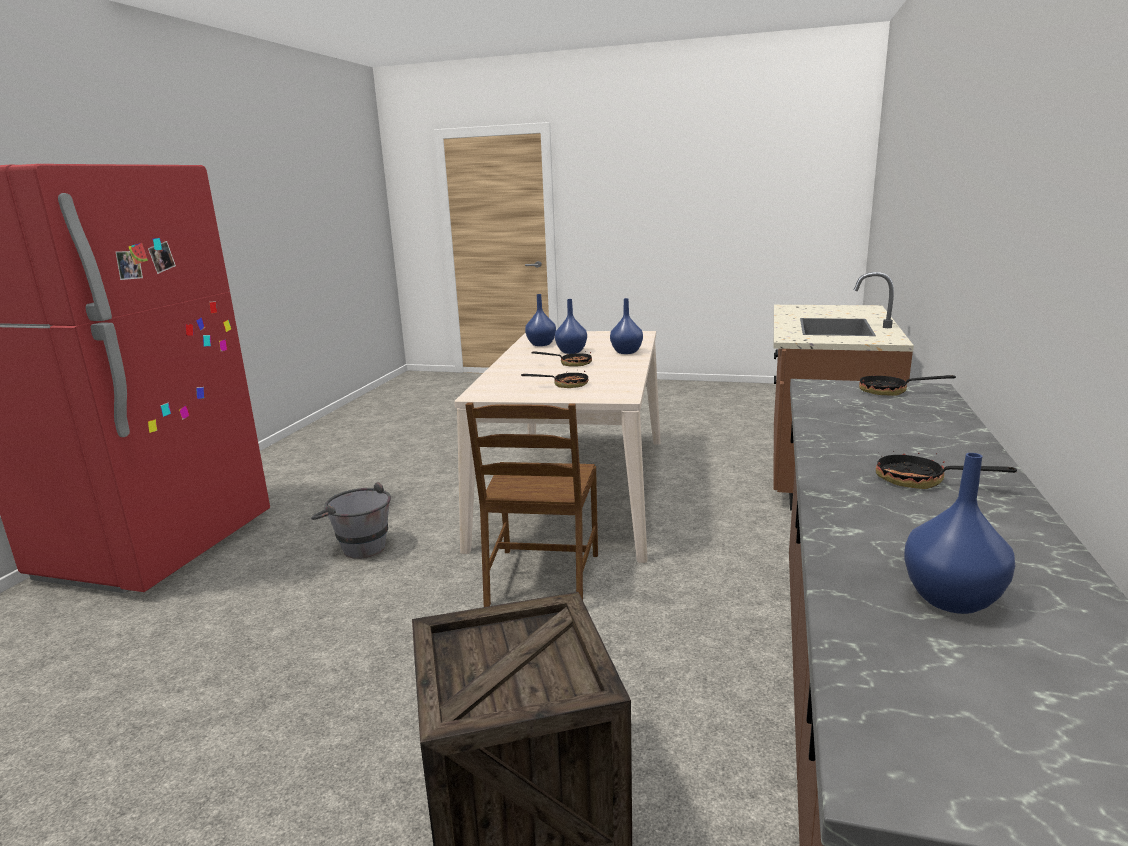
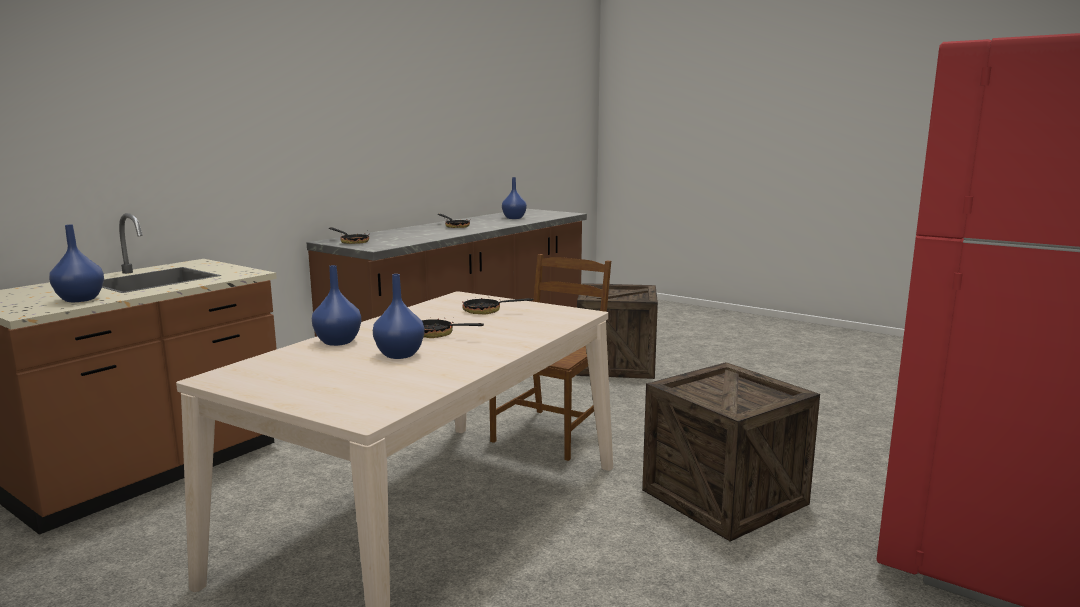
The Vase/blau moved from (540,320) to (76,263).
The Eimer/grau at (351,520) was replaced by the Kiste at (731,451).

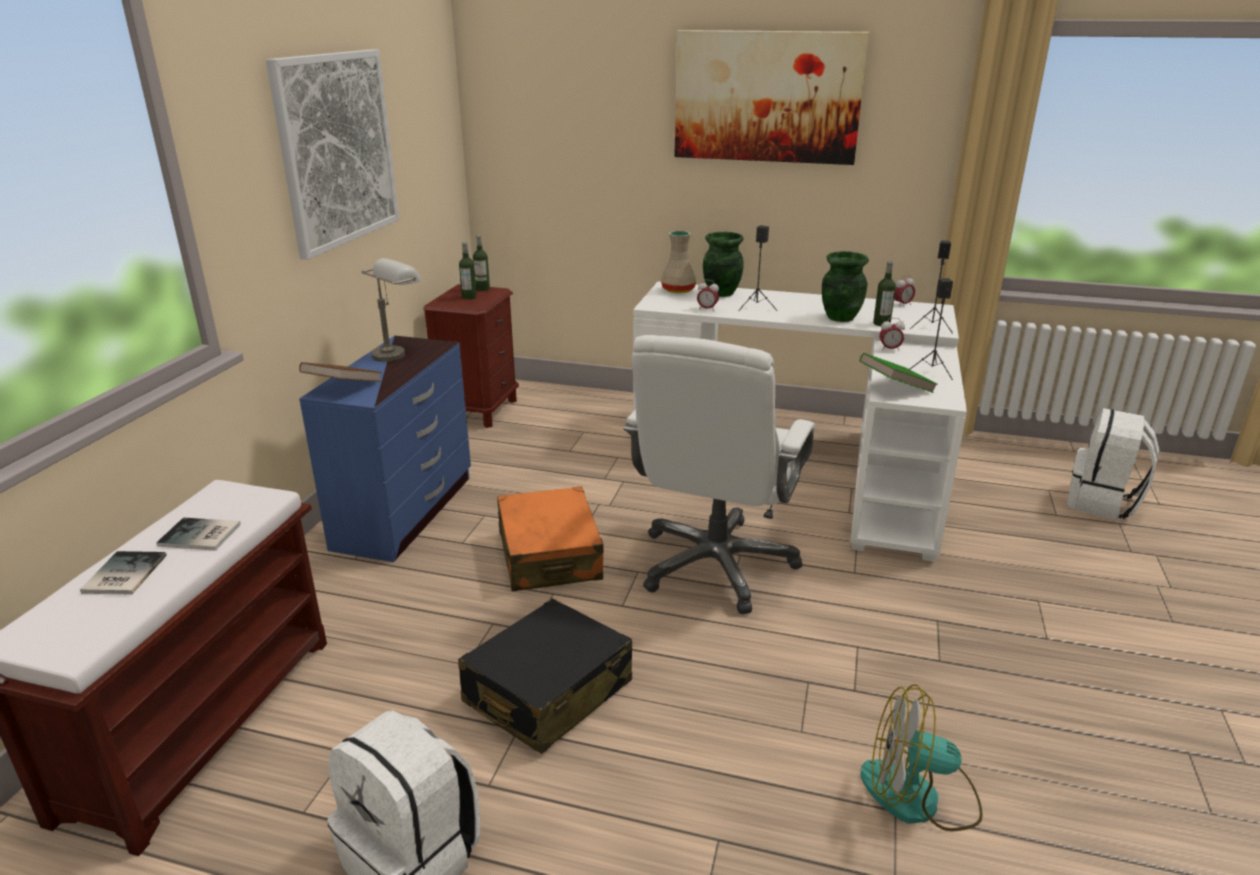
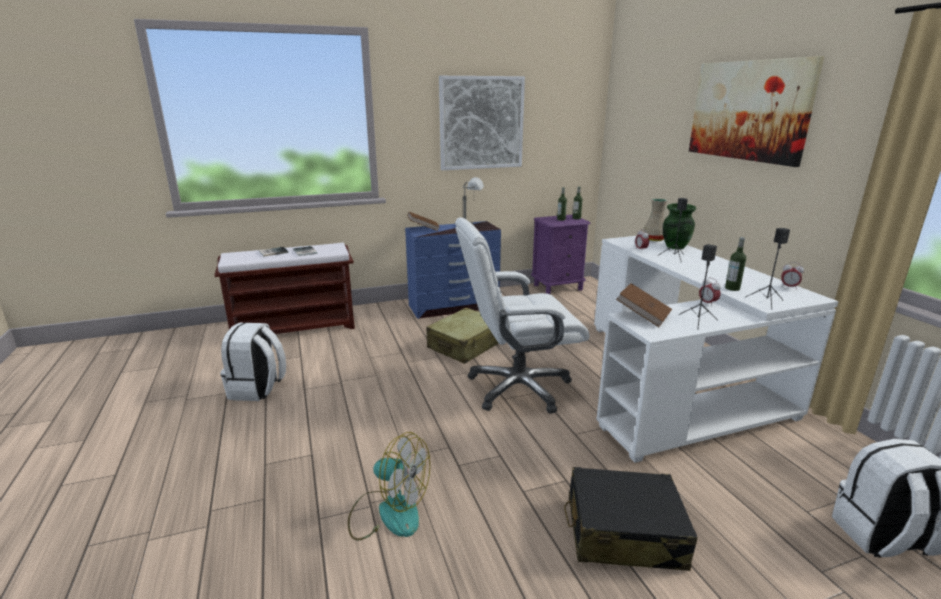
The Ventilator at (921,758) turned 135 degrees clockwise.
The Koffer/orange at (550,538) became the Koffer/beige at (462,336).
The Nachttisch/braun at (471,356) became the Nachttisch/lila at (560,254).
The Koffer/schwarz moved from (545,676) to (631,519).
The Buch/grün at (899,373) became the Buch/braun at (644,305).
The Vase/grün at (845,286) disappeared.

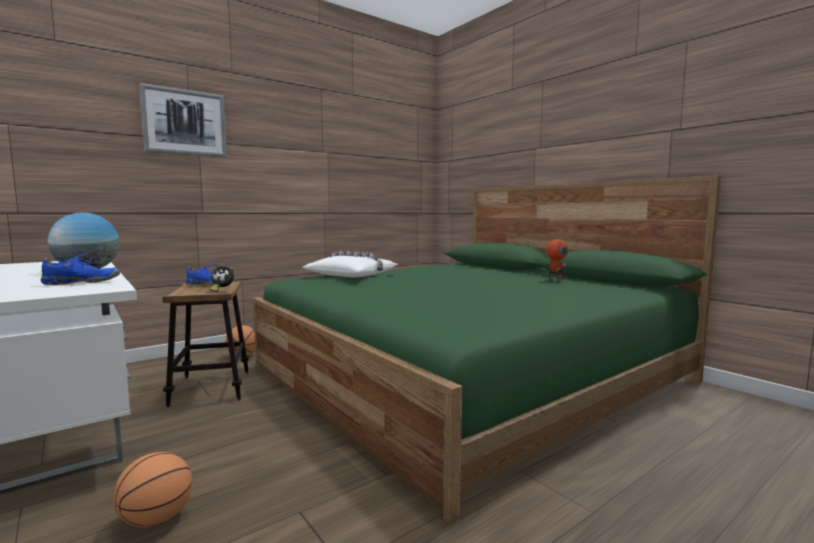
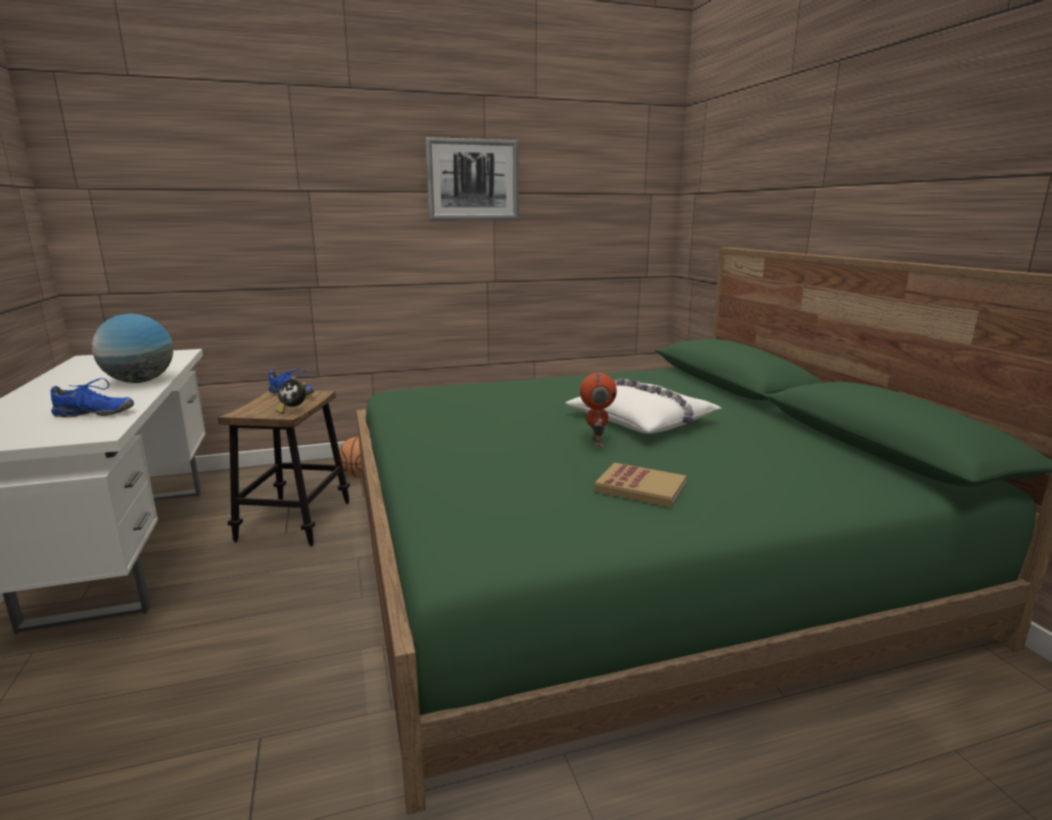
The Bild moved from (183,120) to (472,178).
The Kissen/weiß moved from (350,264) to (643,406).
The Spielzeugroboter moved from (557,259) to (598,410).
The Buch at (640,485) appeared.
The Basketball at (152,489) disappeared.

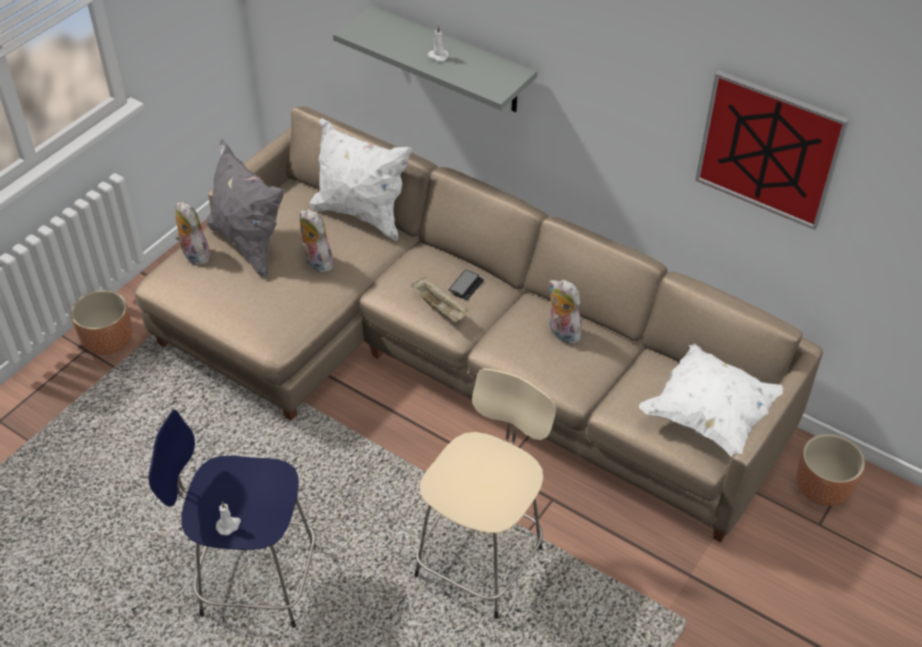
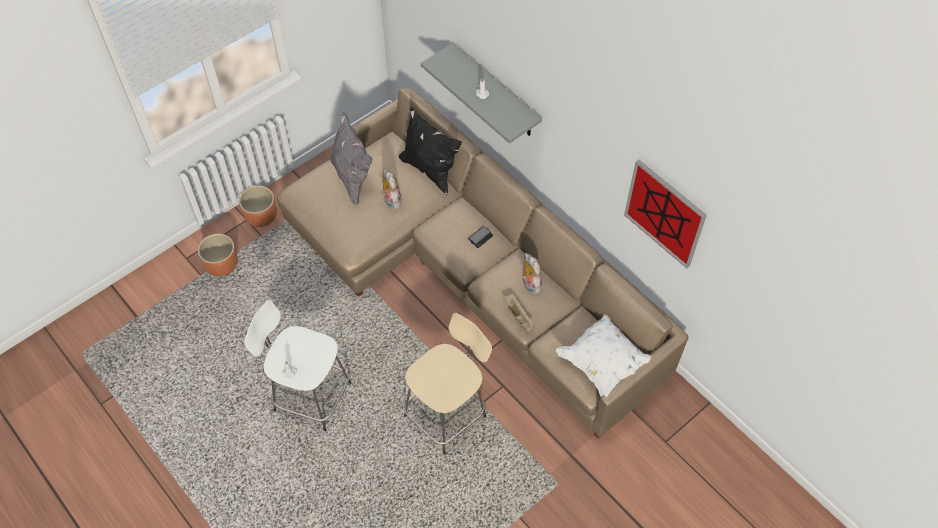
The Pflanzkübel/braun moved from (830,470) to (218,255).
The Hocker/blau at (232,519) became the Hocker/weiß at (297,366).
The Kissen/weiß at (361,179) became the Kissen/schwarz at (430,151).
The Tablett/beige moved from (439,300) to (518,314).
The Plüschtier at (192,233) disappeared.

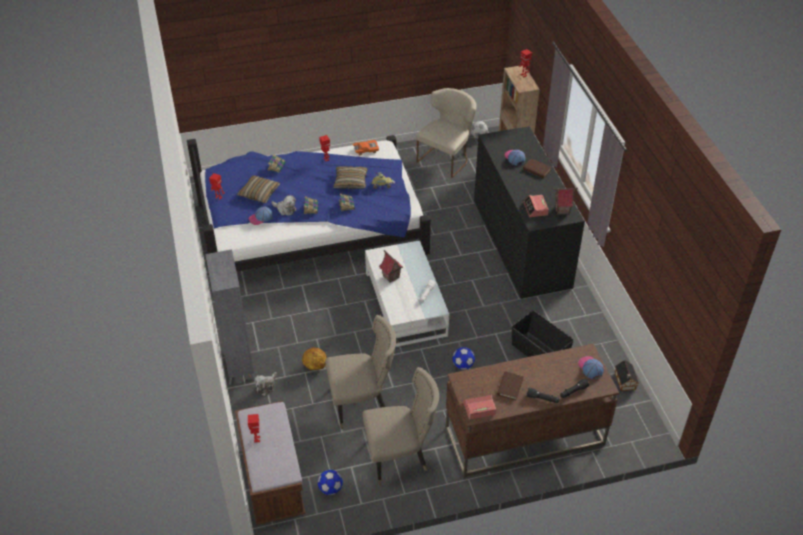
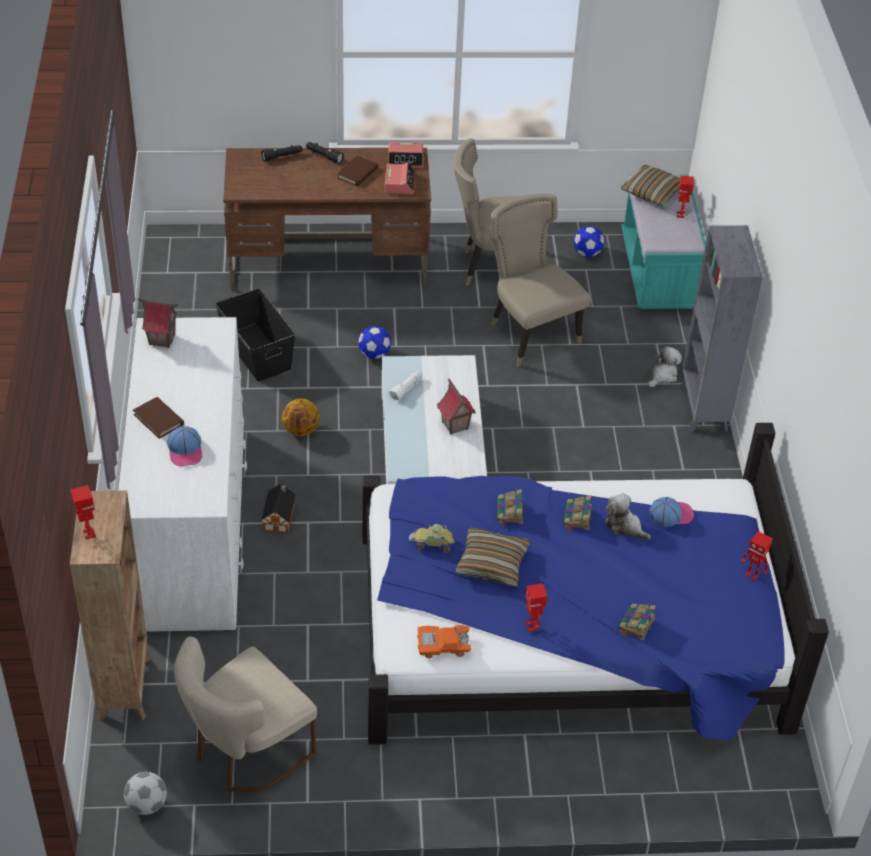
The Kommode/schwarz at (529,212) became the Kommode/weiß at (182,474).
The Spielzeughaus moved from (627,375) to (278,508).
The Basketball moved from (314,358) to (300,417).
The Wecker moved from (536,206) to (400,178).
The Stuhl/beige at (361,372) turned 60 degrees clockwise.
The Kissen moved from (258,189) to (650,185).
The Bank/braun at (270,463) became the Bank/türkis at (663,241).
The Kappe at (591,367) disappeared.

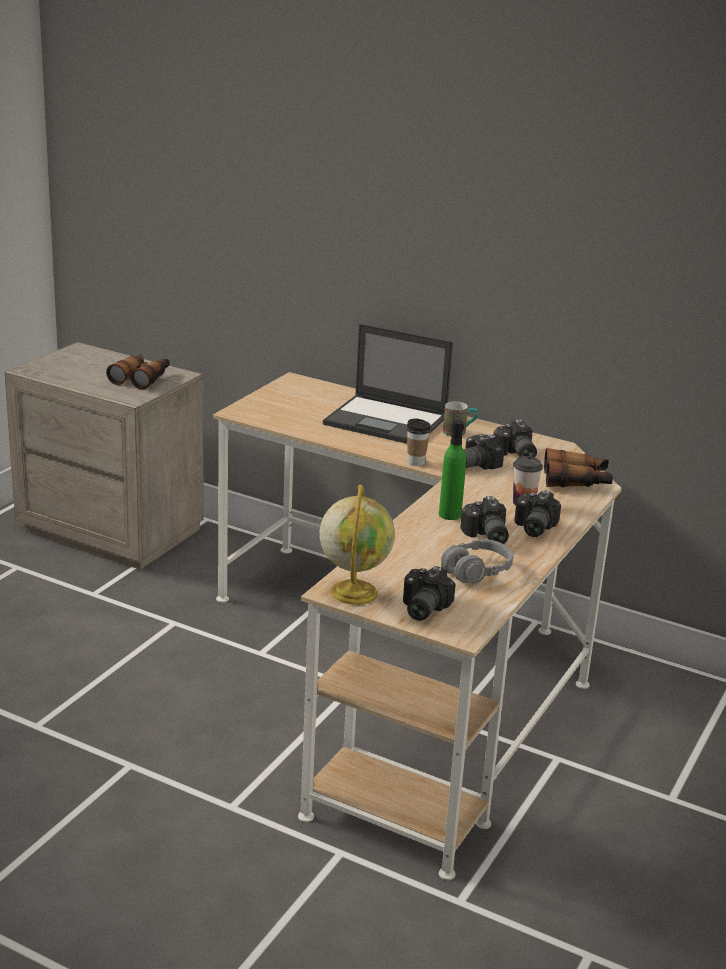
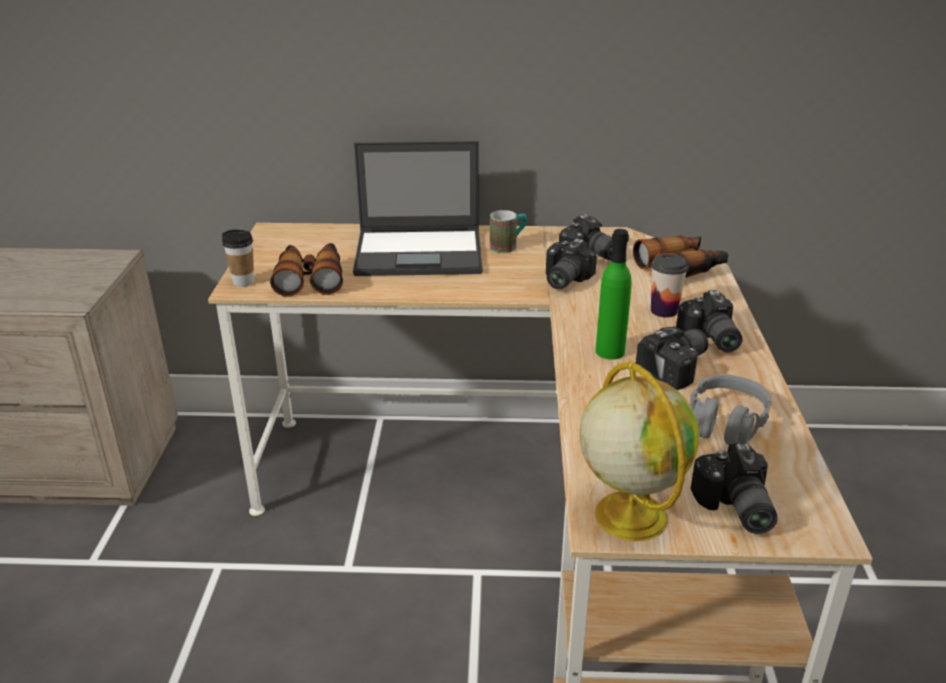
The Tasse moved from (418,442) to (238,258).
The Fernglas moved from (138,372) to (306,270).
The Kamera at (484,520) turned 90 degrees counterclockwise.

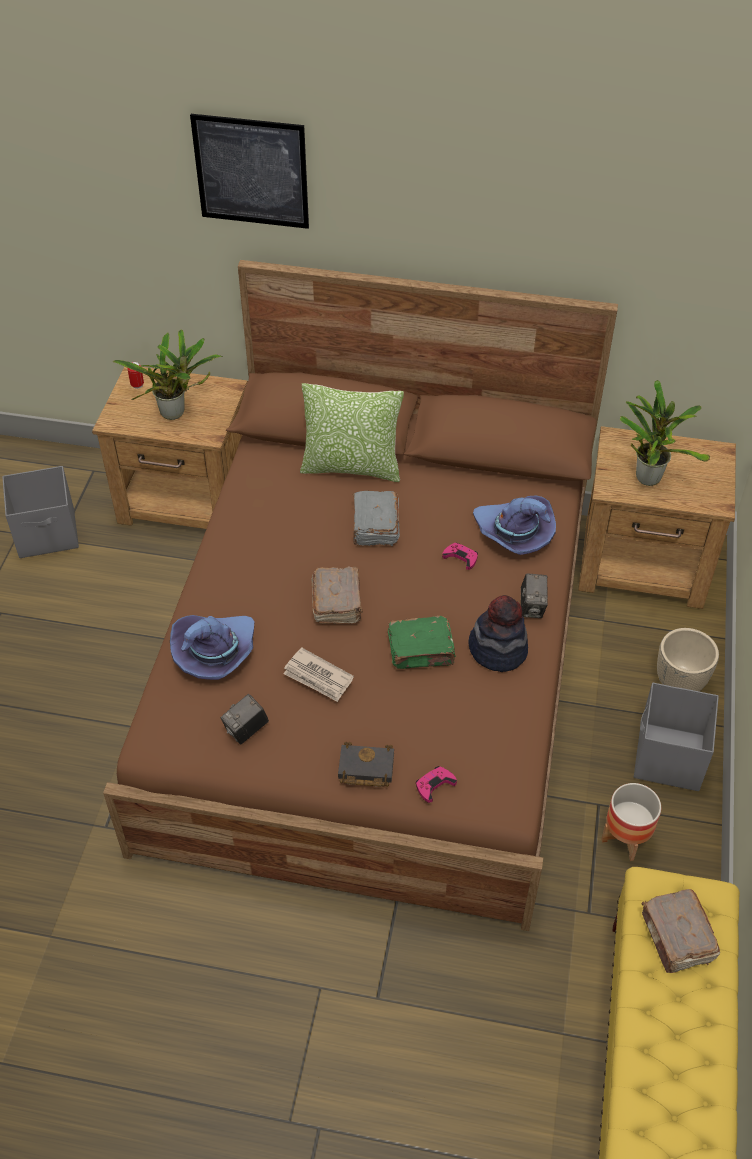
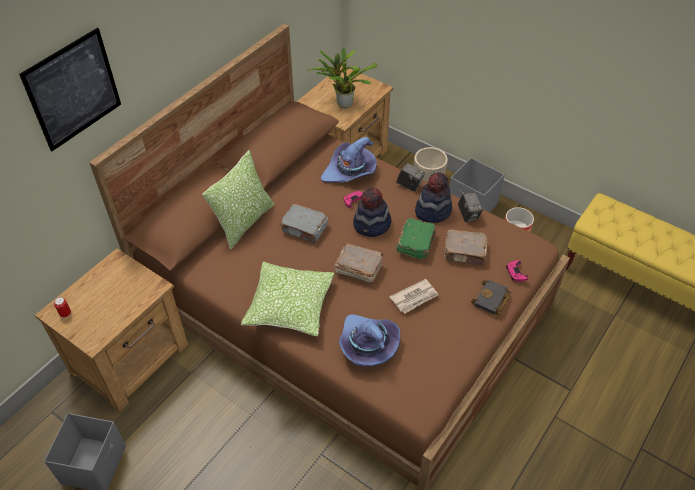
The Kissen at (287,299) appeared.
The Hut at (372,212) appeared.
The Buch/braun moved from (681,931) to (465,247).
The Kamera moved from (245,719) to (470,207).
The Topfpflanze at (168,375) disappeared.

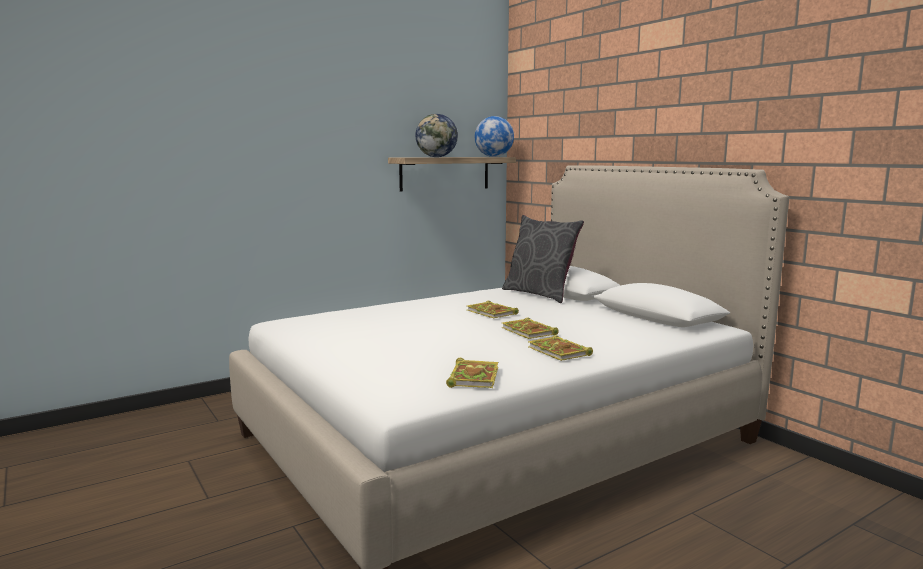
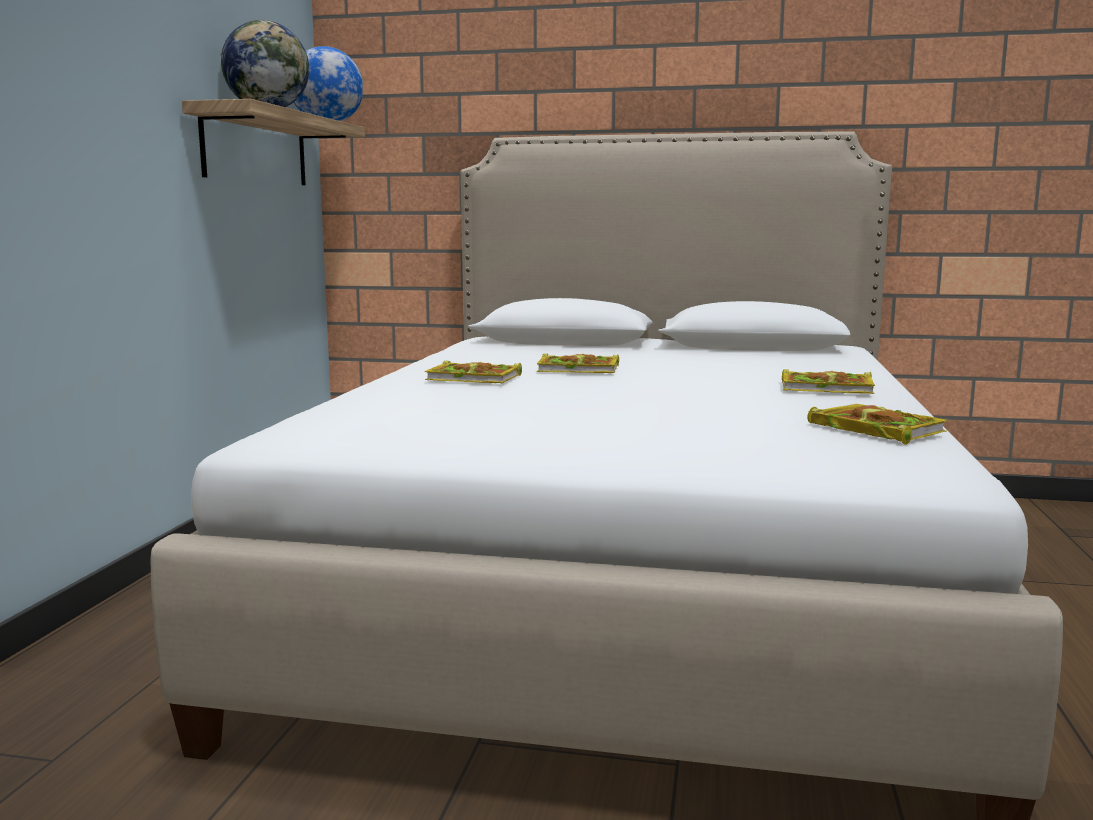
The Buch moved from (530,328) to (473,372).
The Kissen/grau at (543,259) disappeared.

